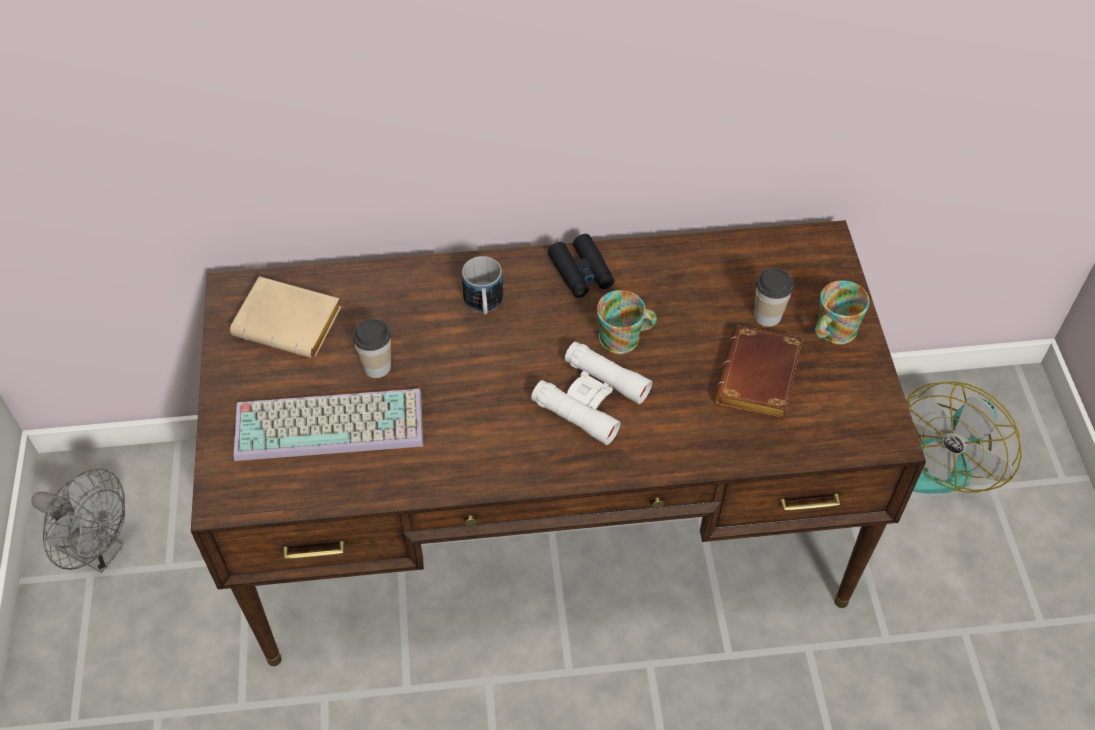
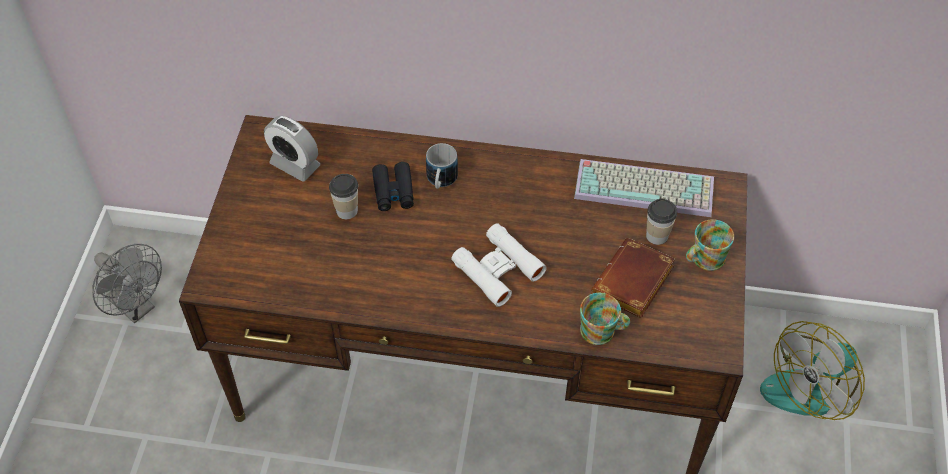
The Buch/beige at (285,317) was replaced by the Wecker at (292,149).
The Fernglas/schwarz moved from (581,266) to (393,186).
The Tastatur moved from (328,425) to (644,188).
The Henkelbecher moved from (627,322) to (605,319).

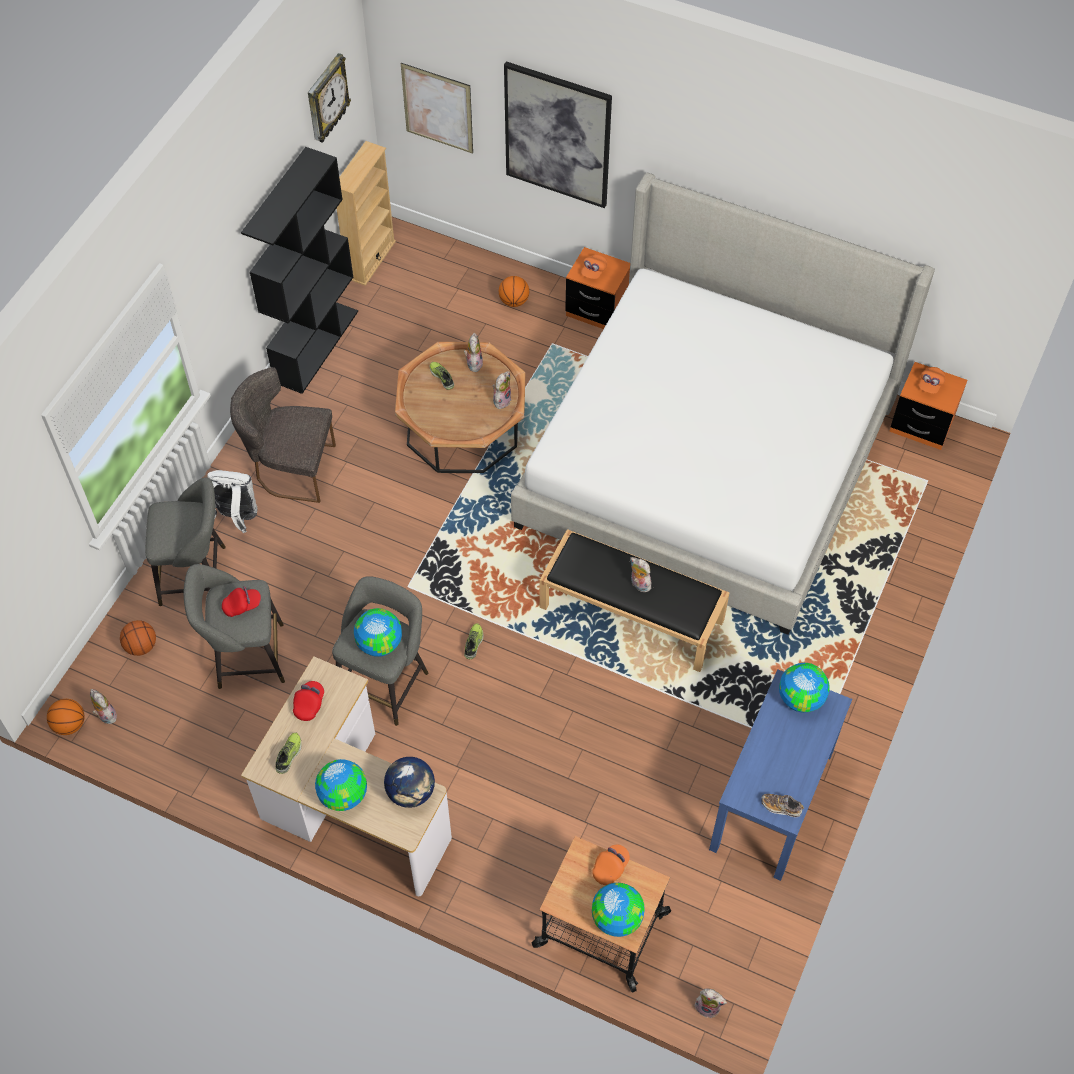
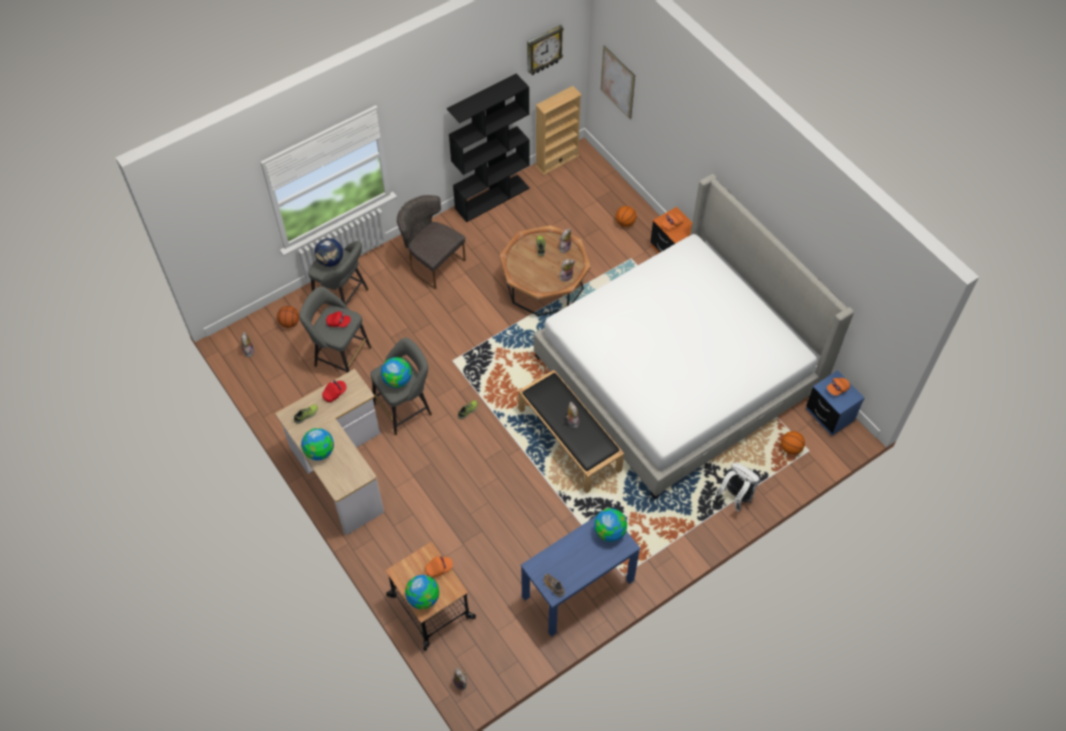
The Globus moved from (409,782) to (328,252).
The Rucksack/weiß moved from (232,501) to (737,487).
The Basketball moved from (65,717) to (793,443).
The Nachttisch/orange at (928,406) became the Nachttisch/blau at (835,403).
The Bild at (558,134) disappeared.

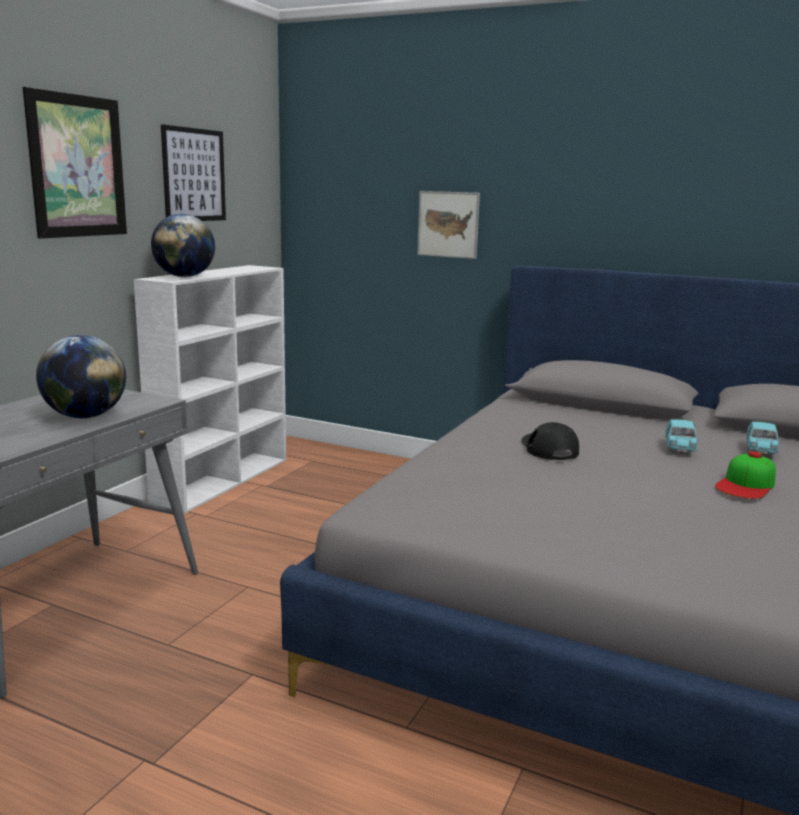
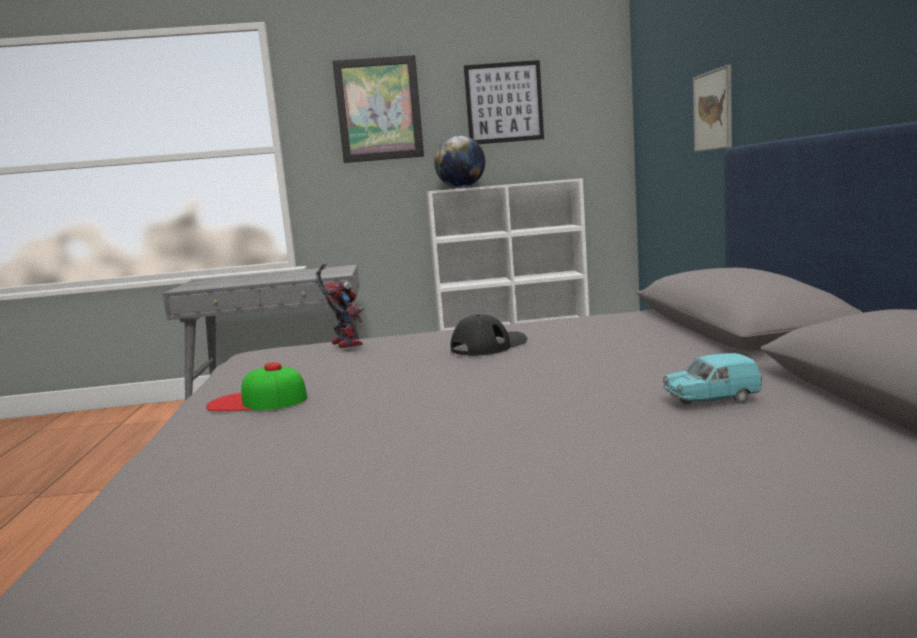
The Kappe moved from (745,475) to (256,386).
The Spielzeugroboter at (340,306) appeared.
The Globus at (81,376) disappeared.
The Spielzeugauto/türkis at (681,436) disappeared.

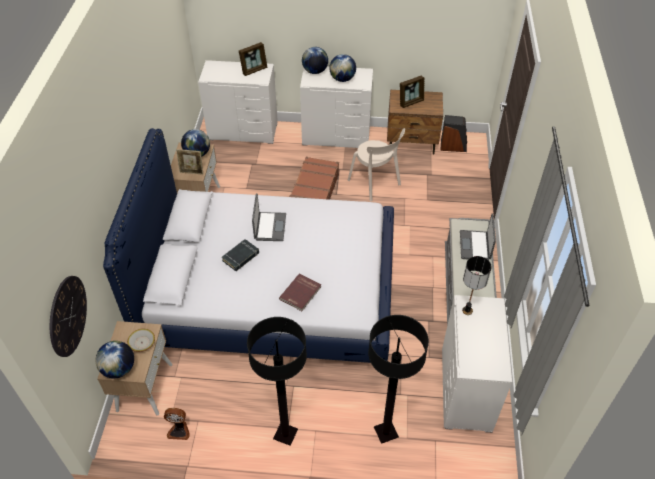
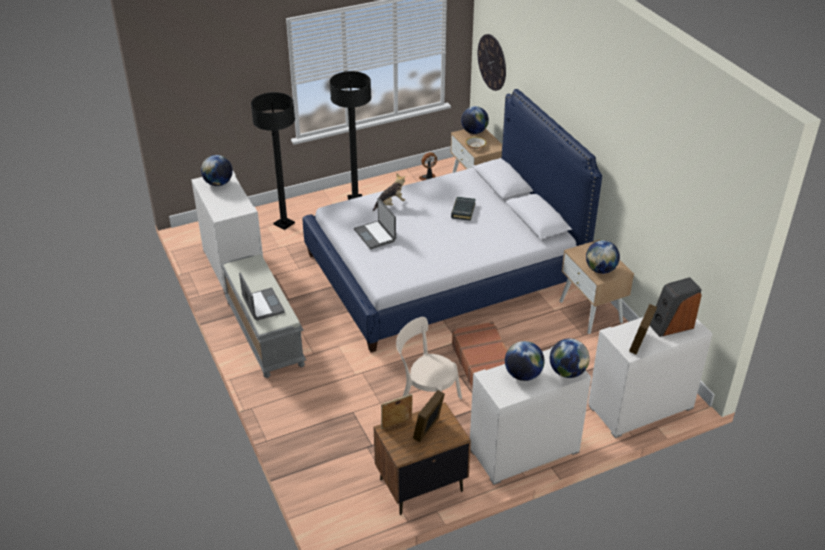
The Globus at (217,170) appeared.
The Laptop moved from (269,217) to (375,223).
The Buch/rot at (300,292) was replaced by the Plüschtier at (389,192).
The Bilderrahmen moved from (189,162) to (397,411).
The Lautsprecher moved from (453,133) to (676,307).
The Tischlampe at (477,285) disappeared.

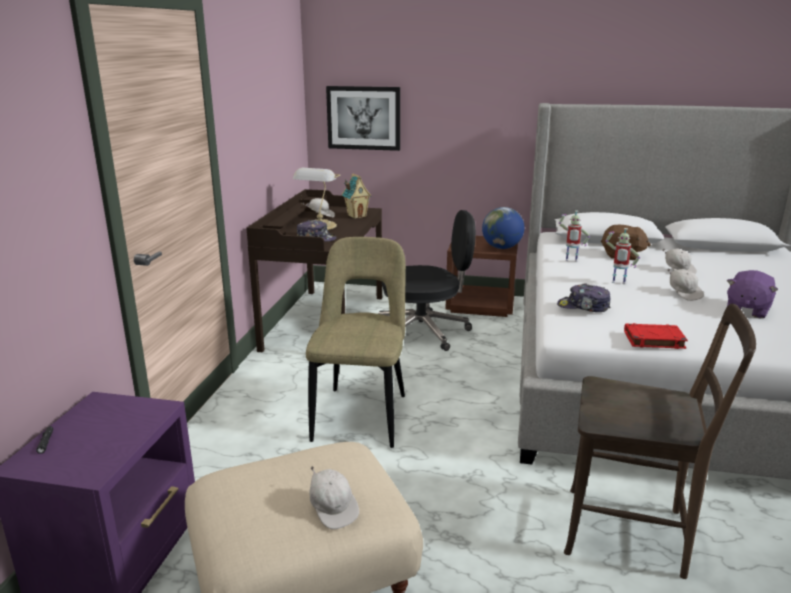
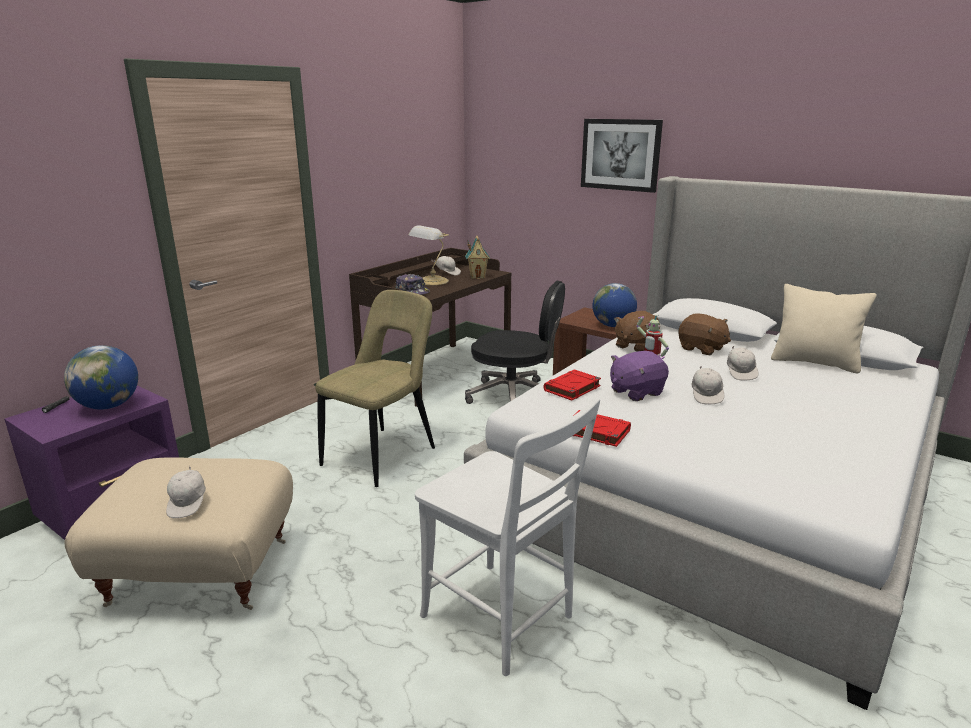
The Globus at (101,377) appeared.
The Stuhl/braun at (660,441) became the Stuhl/weiß at (507,537).
The Kappe at (584,297) was replaced by the Buch/rot at (572,385).
The Bild moved from (363,118) to (622,156).
The Plüschtier/lila moved from (752,294) to (639,376).
The Spielzeugroboter at (574,236) was replaced by the Plüschtier/braun at (637,331).
The Kissen/beige at (824,328) appeared.

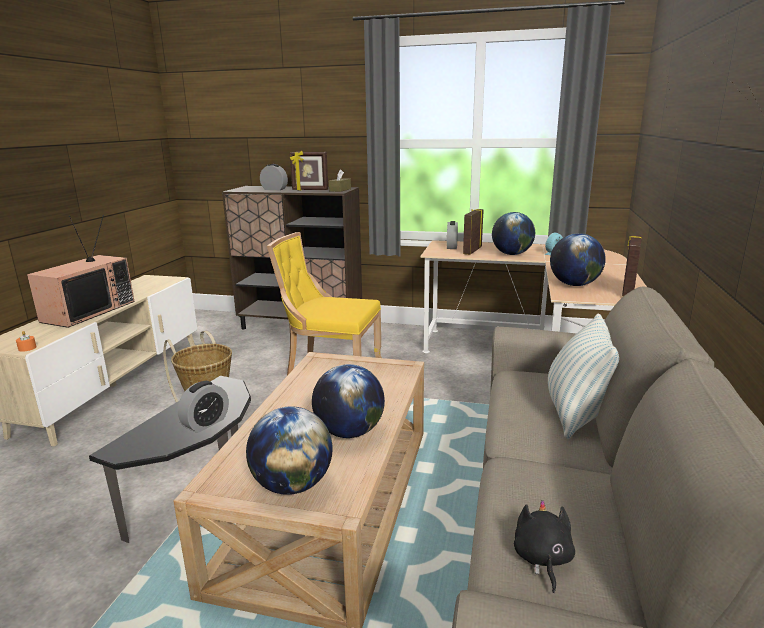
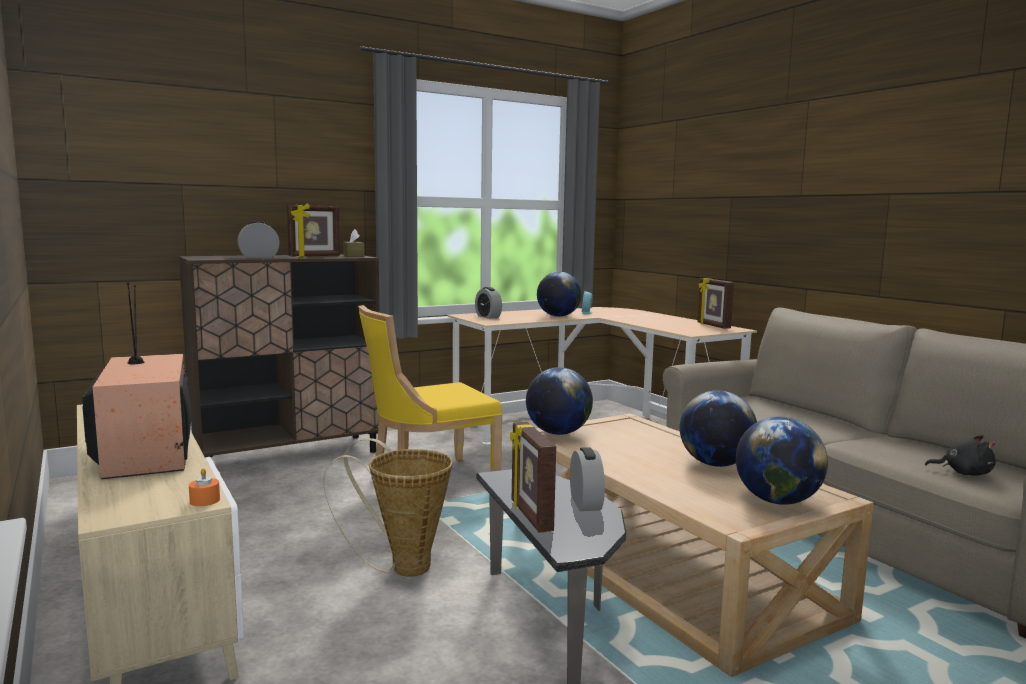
The Bilderrahmen moved from (473,232) to (533,477).
The Globus moved from (578,259) to (559,401).
The Plüschtier/schwarz at (544,546) turned 150 degrees clockwise.
The Kissen at (583,376) disappeared.

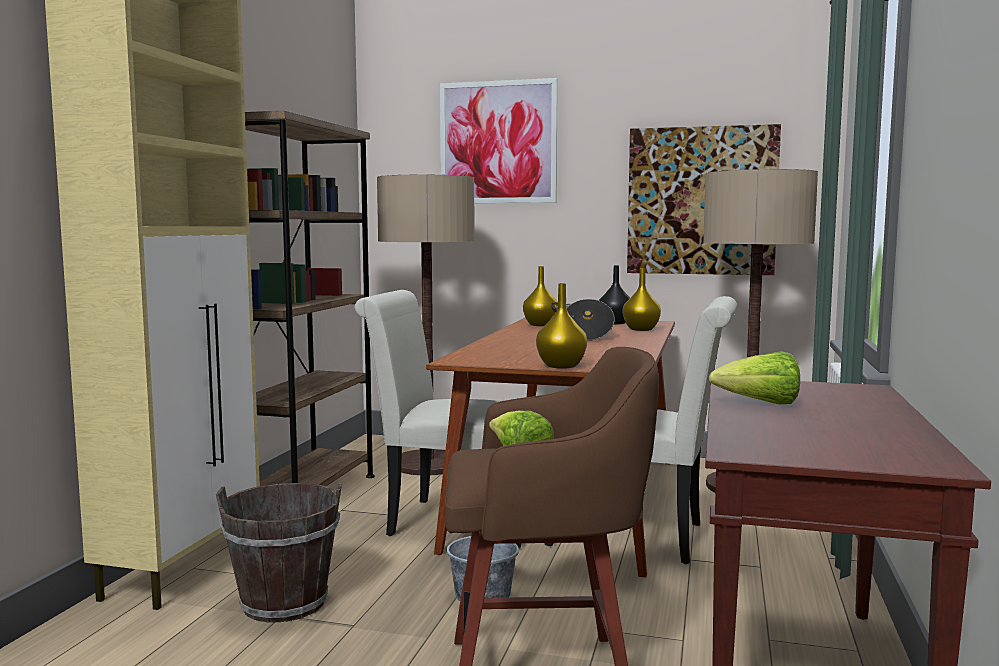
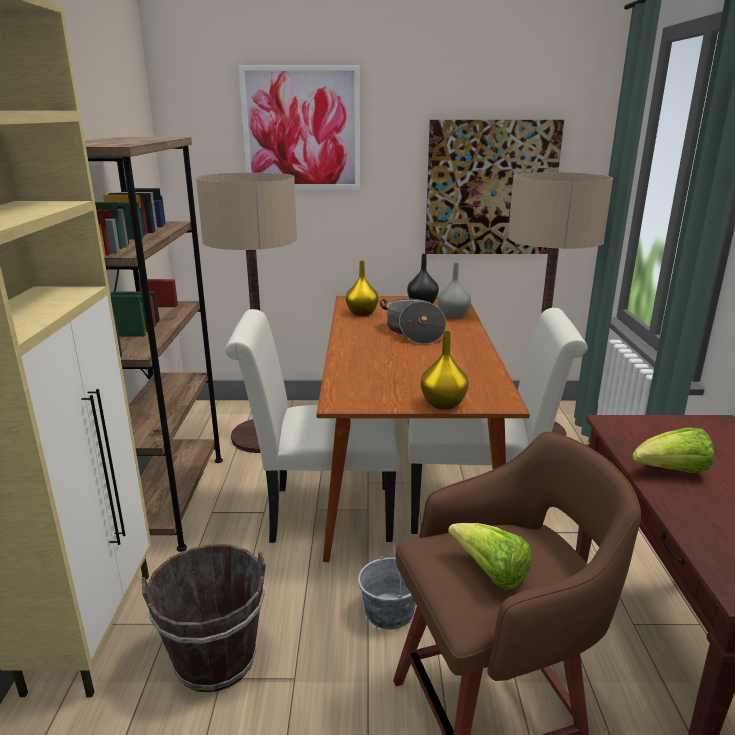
The Vase/gelb at (642,299) became the Vase/grau at (454,291).

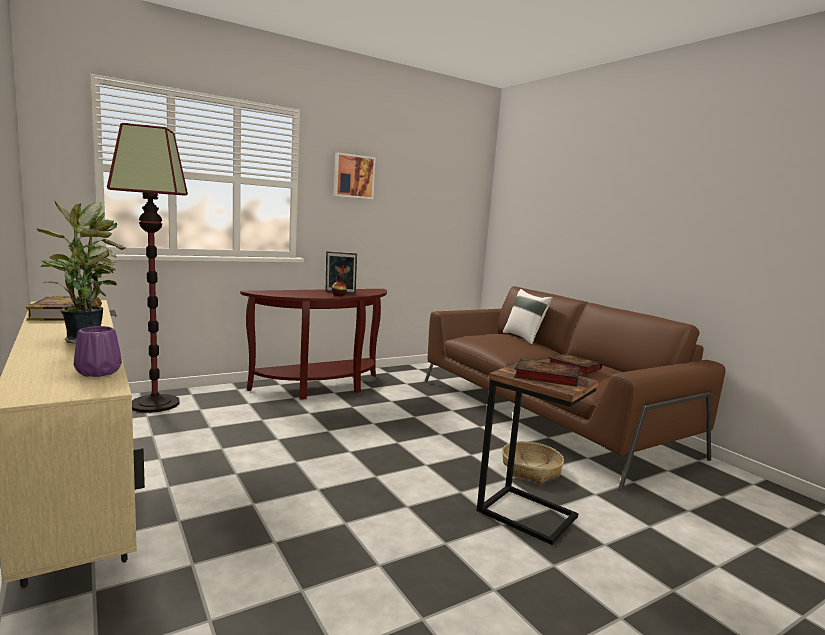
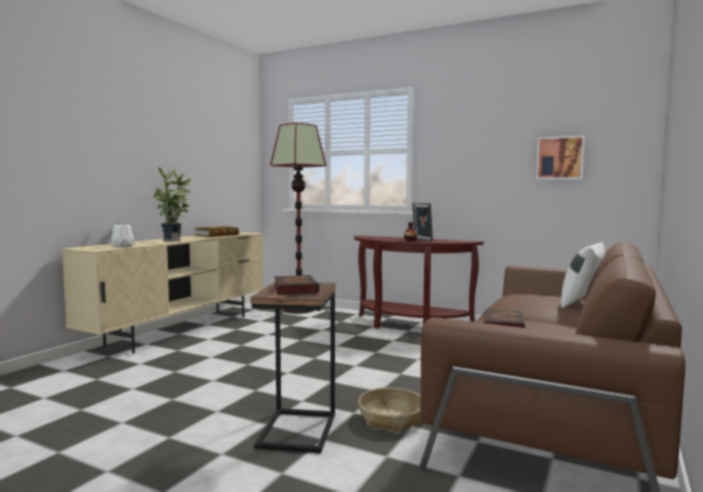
The Vase/lila at (97,351) became the Vase/weiß at (122,236).
The Bild moved from (355,175) to (560,157).

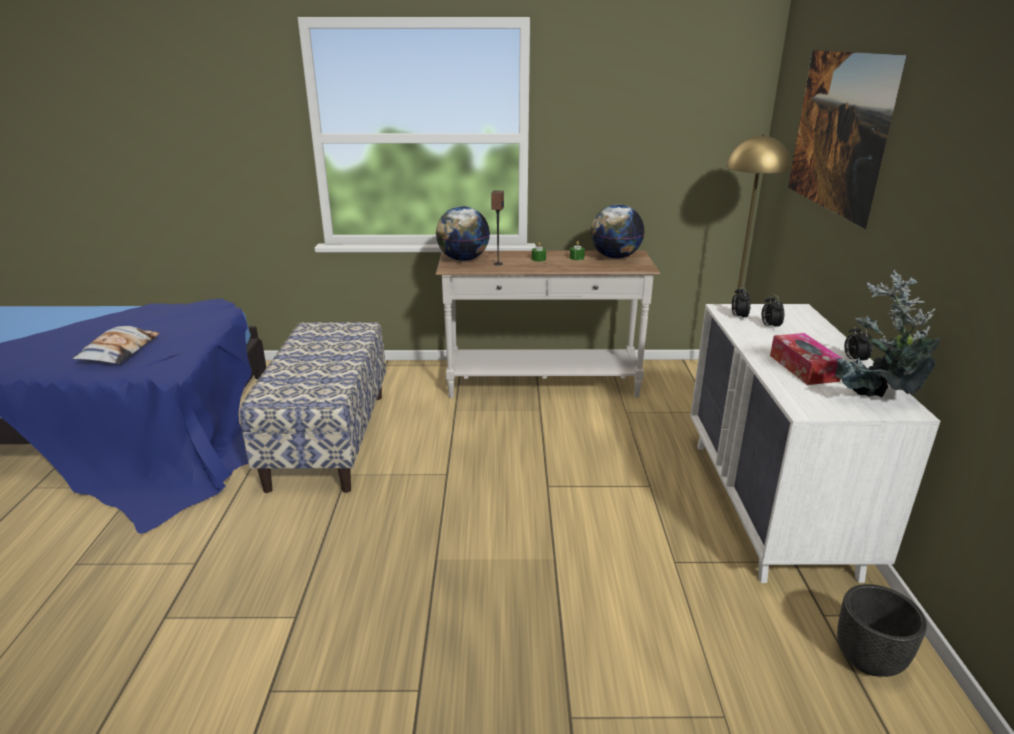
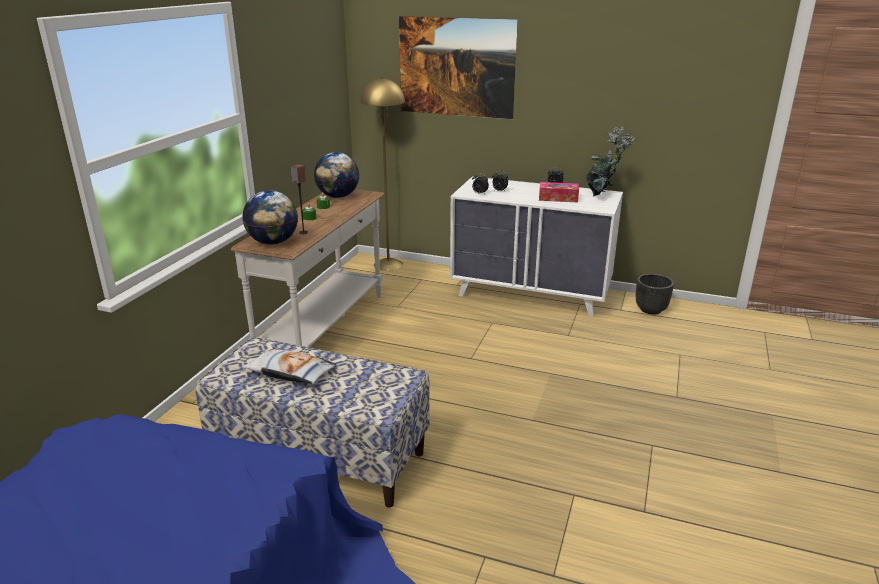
The Kissen moved from (115,345) to (289,366).

